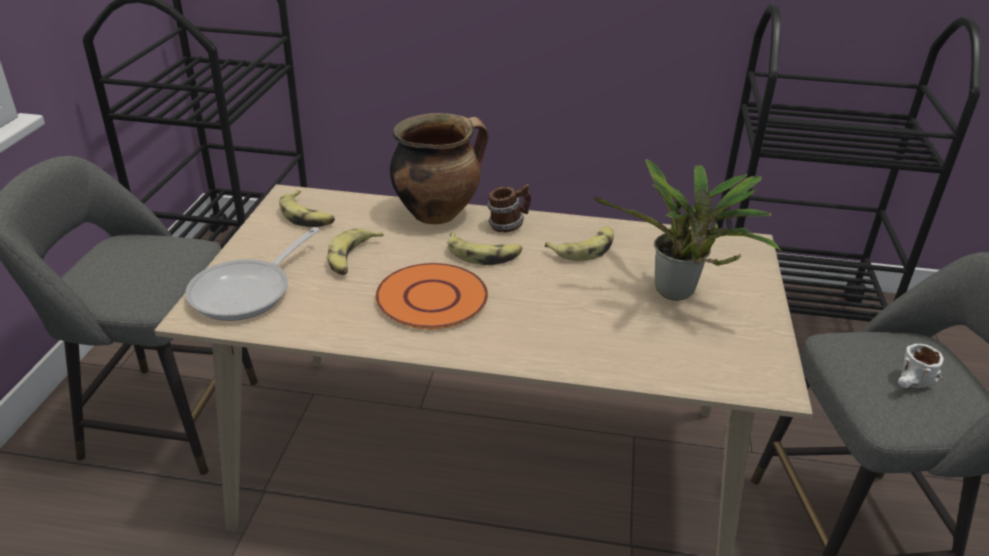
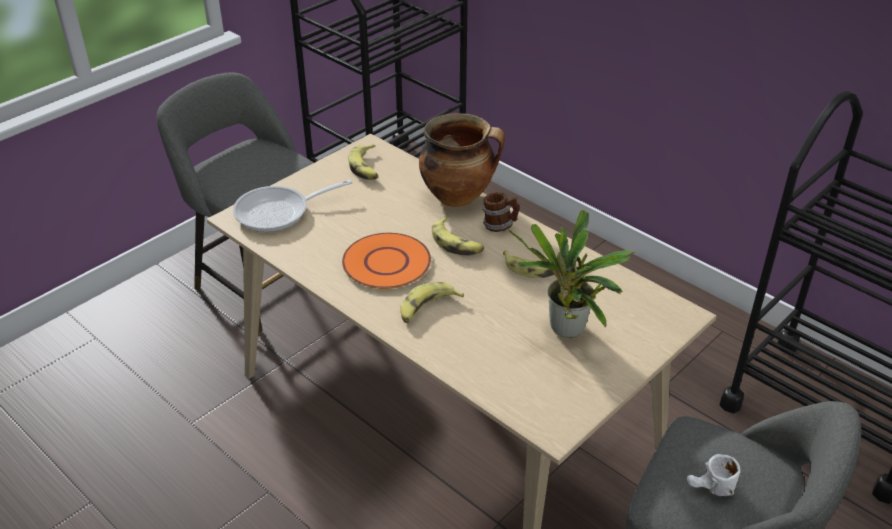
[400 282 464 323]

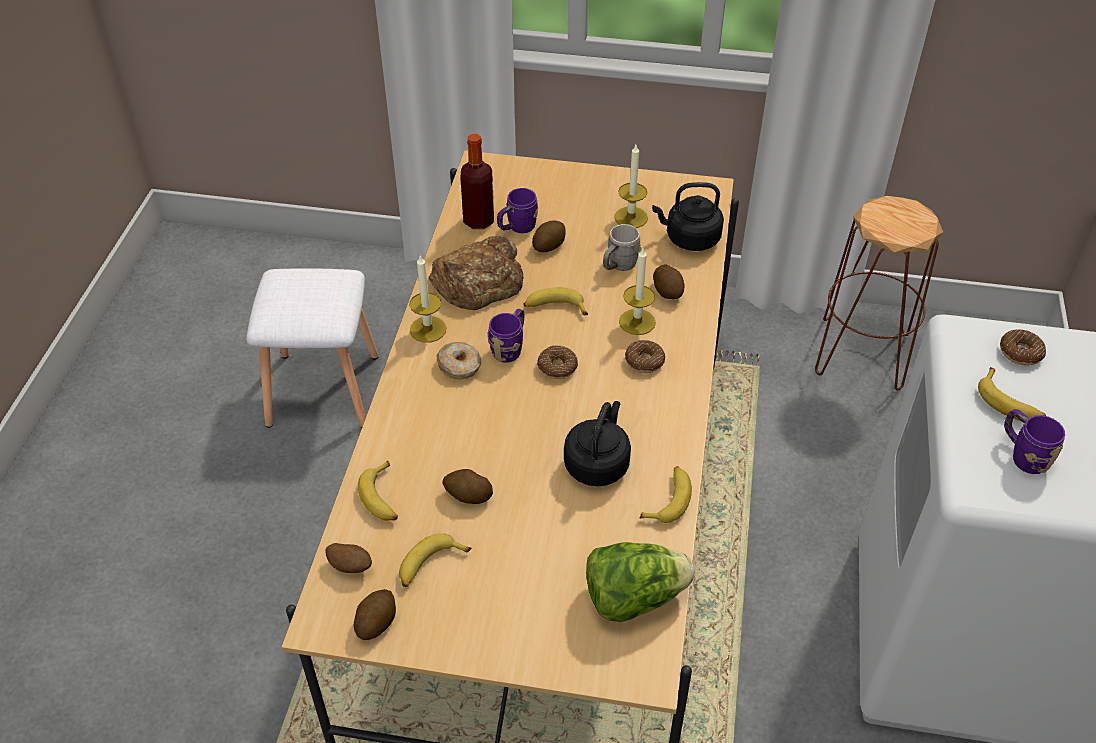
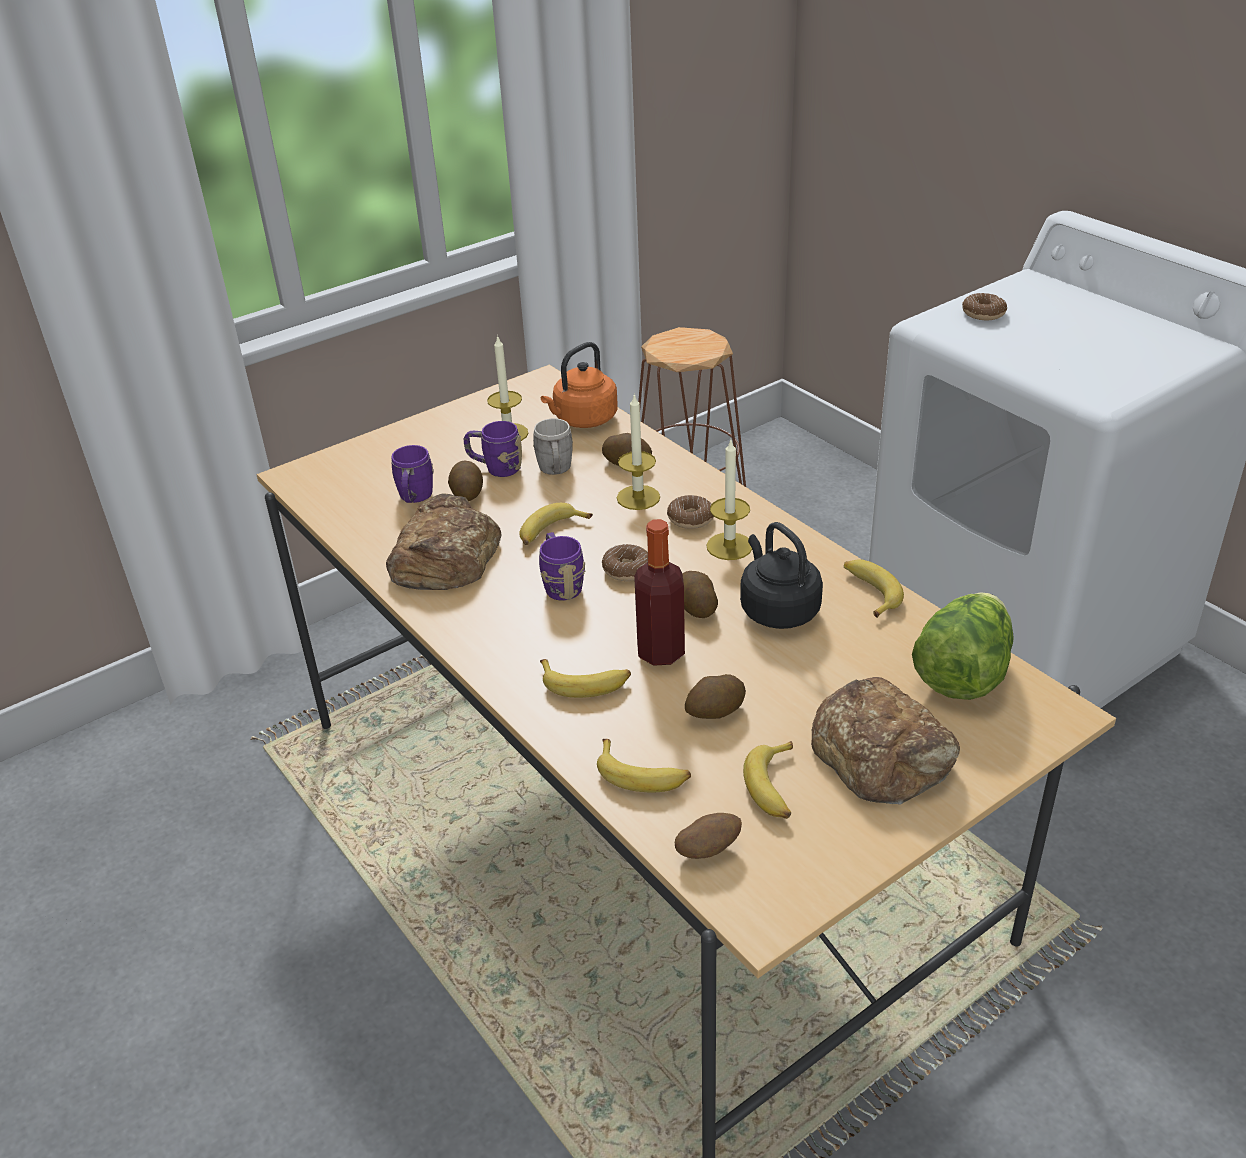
[246 268 379 428] (first image)
[437 342 481 379] (first image)
[811 677 960 805]
[682 571 718 618]
[707 440 752 560]
[634 519 685 666]
[540 659 631 698]
[464 421 522 477]
[541 342 618 428]

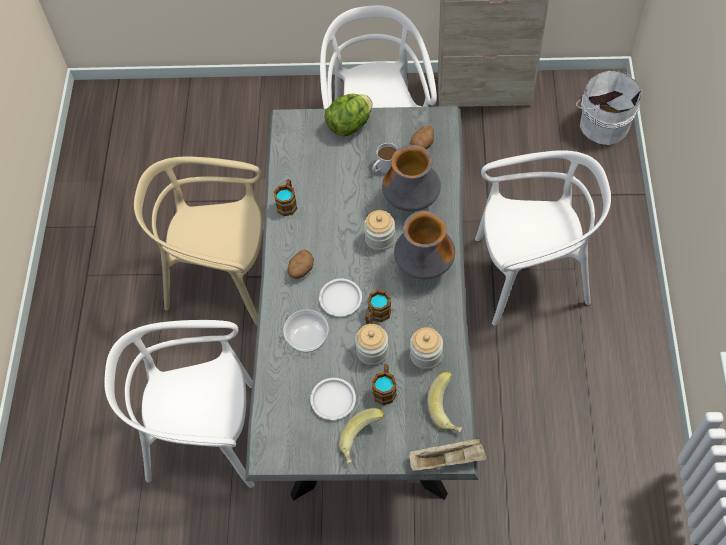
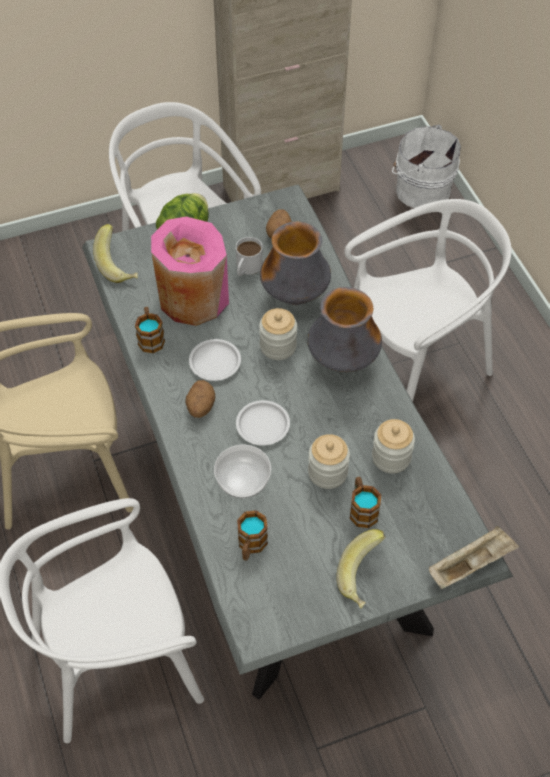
[151 217 229 326]
[189 339 241 381]
[237 510 268 560]
[93 224 138 283]

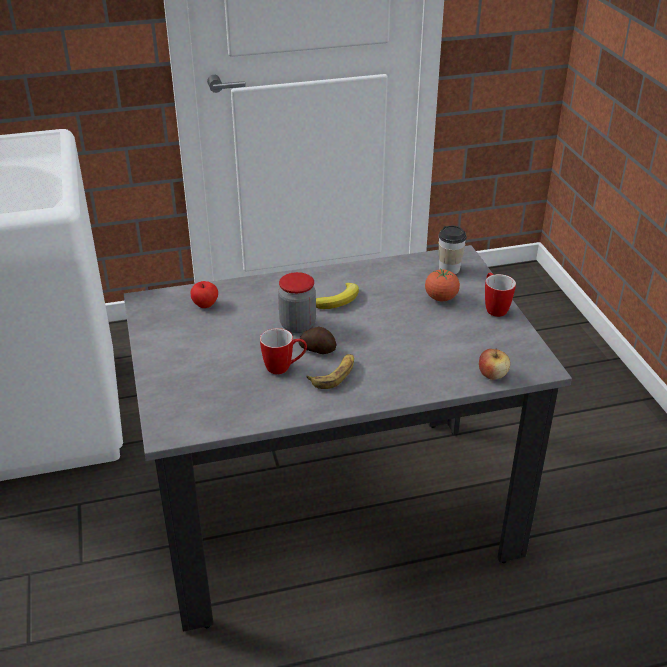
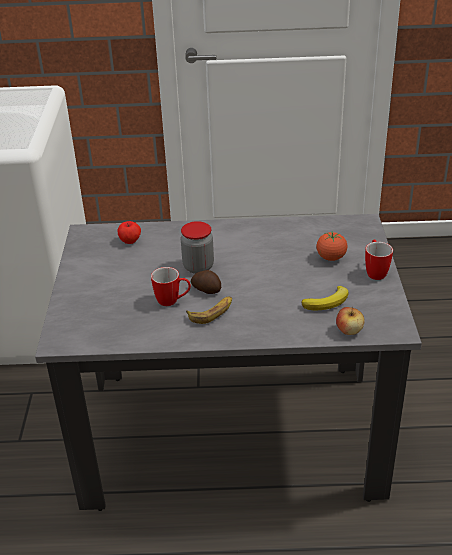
[438 226 467 274] (first image)
[301 286 349 311]

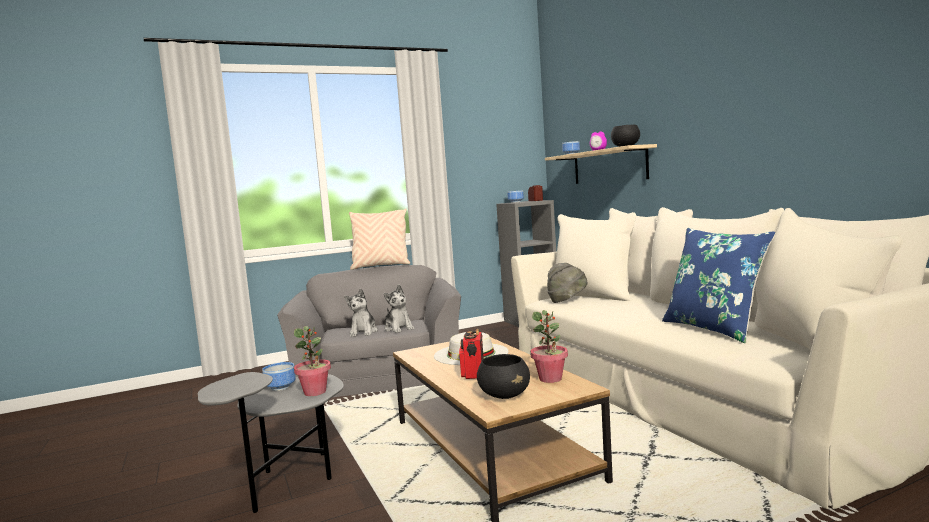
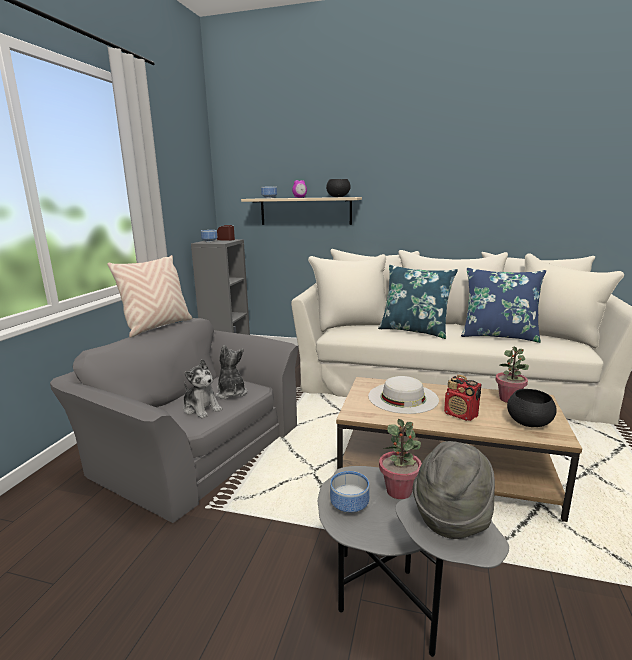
[378 265 458 339]
[413 441 495 539]
[216 345 247 399]

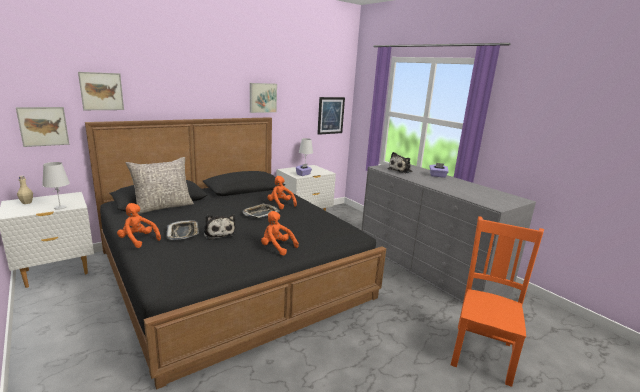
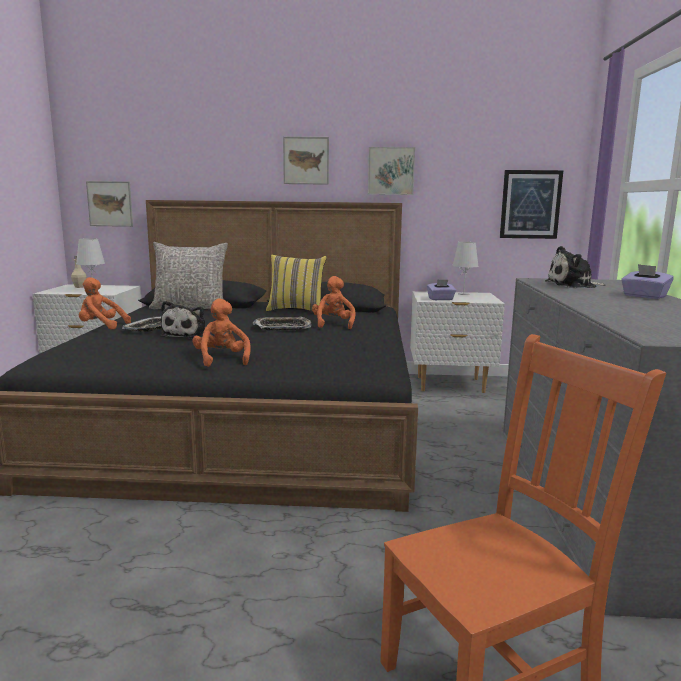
[266 255 327 311]
[283 137 329 185]
[79 277 131 329]

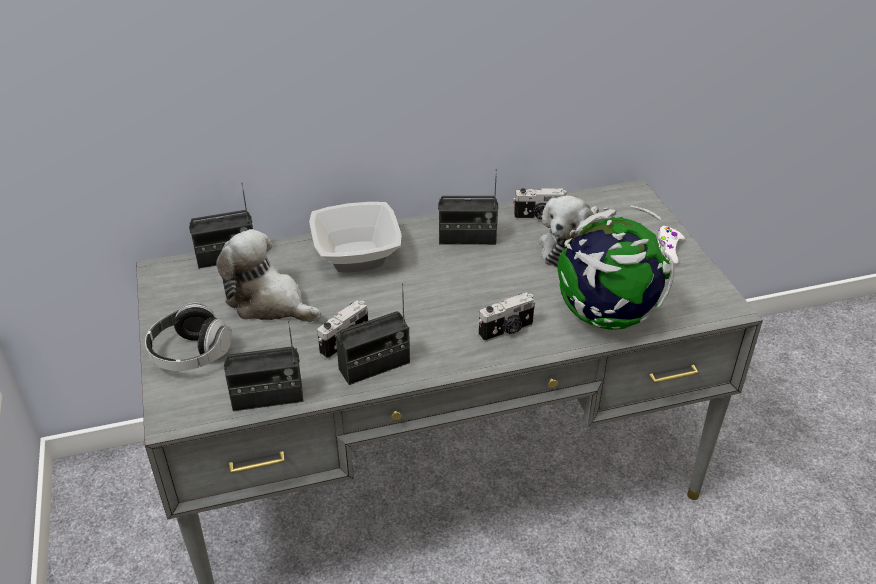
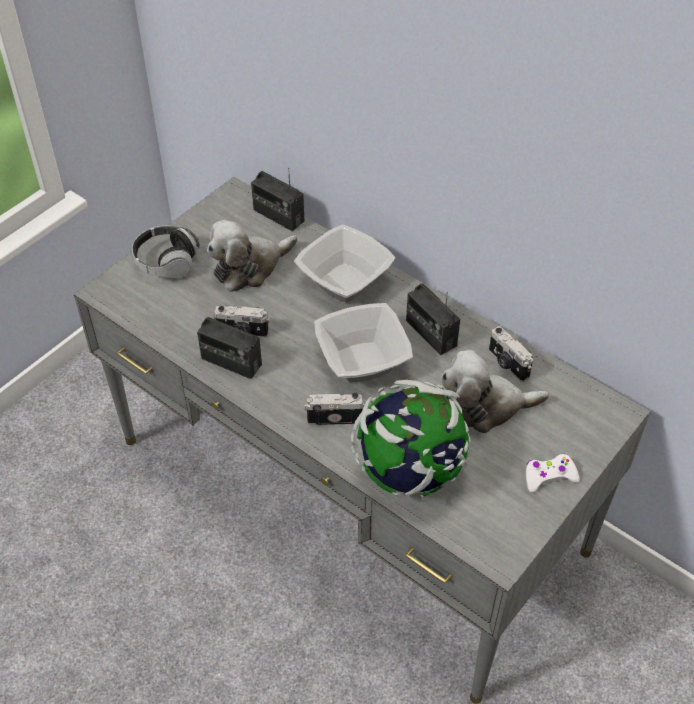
[224 320 304 411] (first image)
[315 303 413 383]
[207 220 297 292]
[304 392 365 425]

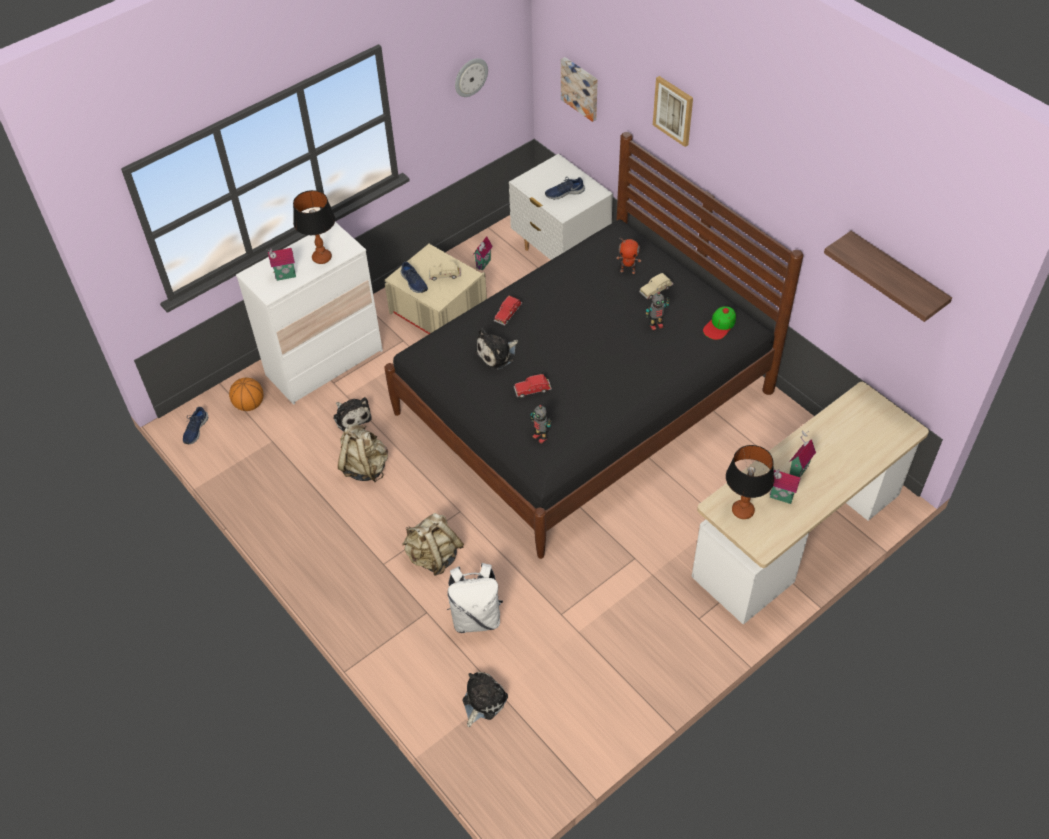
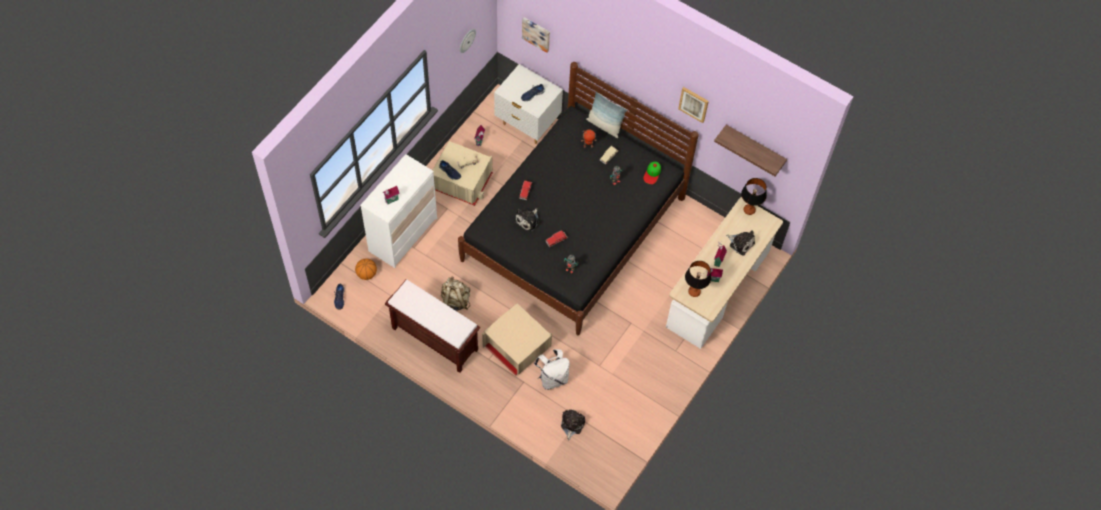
[385 279 480 373]
[586 92 627 138]
[741 178 767 215]
[726 230 755 255]
[678 87 709 123]
[482 303 552 376]

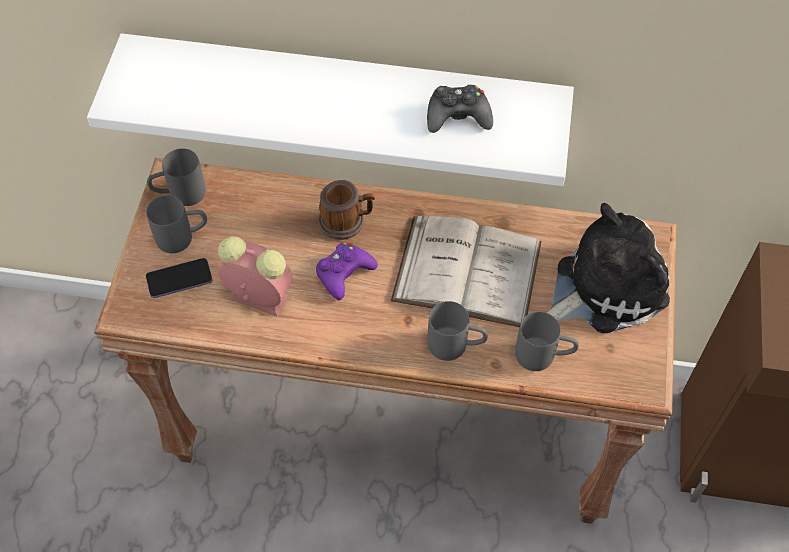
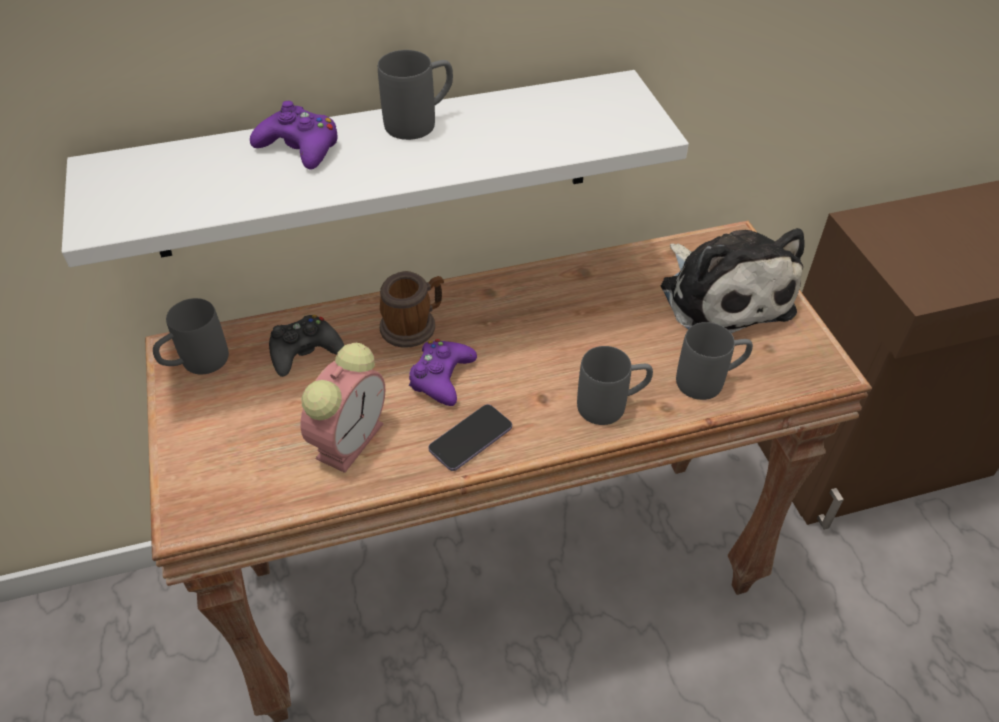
[391 216 542 327] (first image)
[250 101 338 170]
[378 50 453 140]
[428 404 512 471]
[269 315 344 377]
[301 343 385 473]
[661 228 805 334]

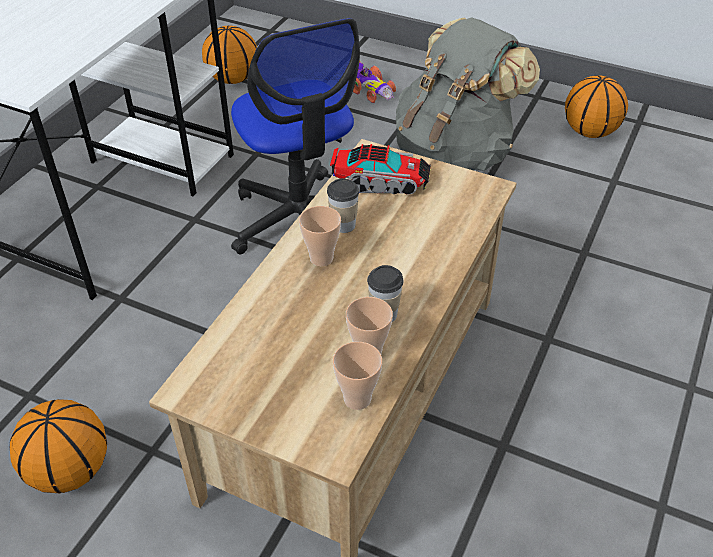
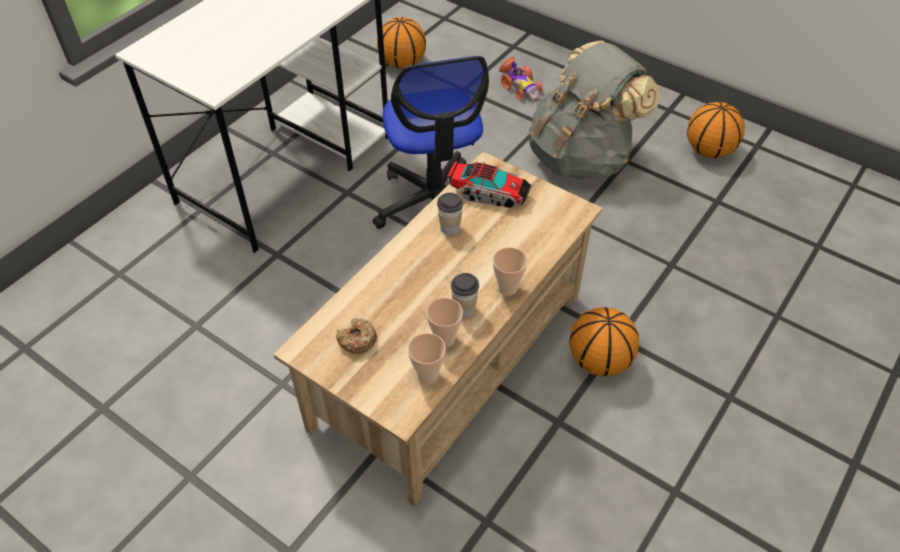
[336 318 377 354]
[569 307 639 377]
[493 247 528 296]

